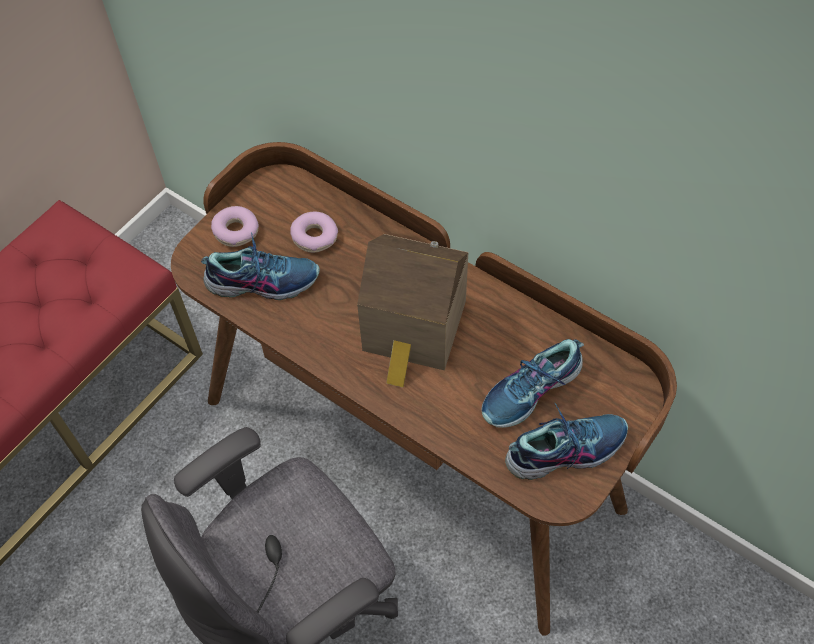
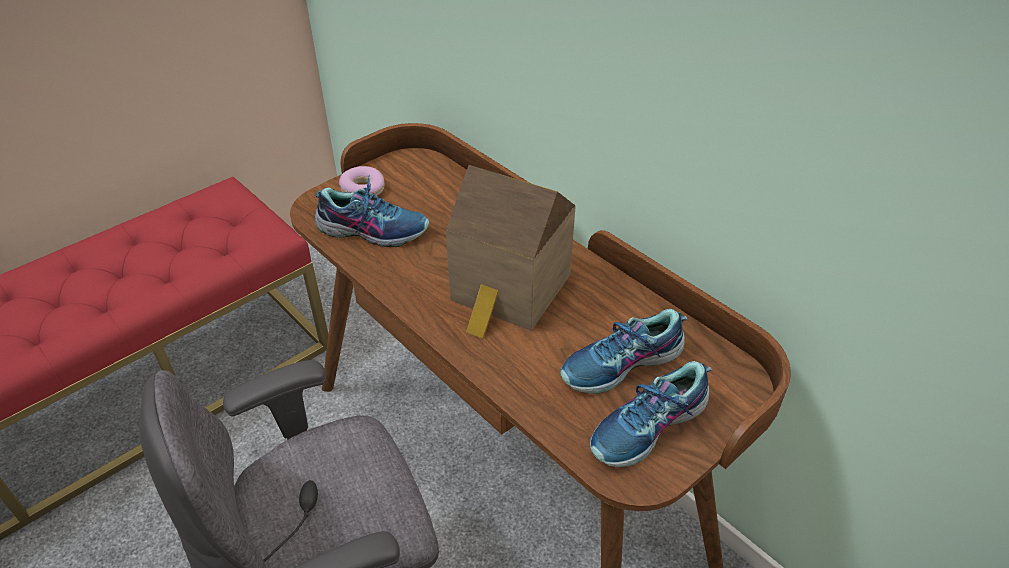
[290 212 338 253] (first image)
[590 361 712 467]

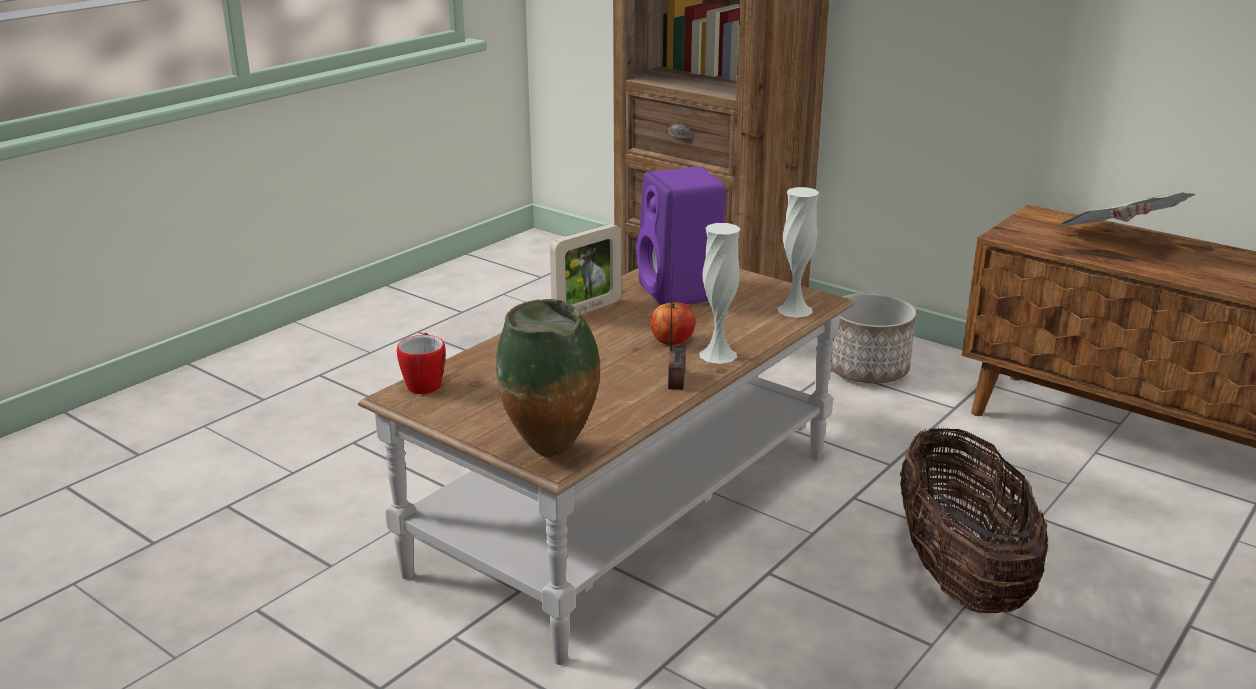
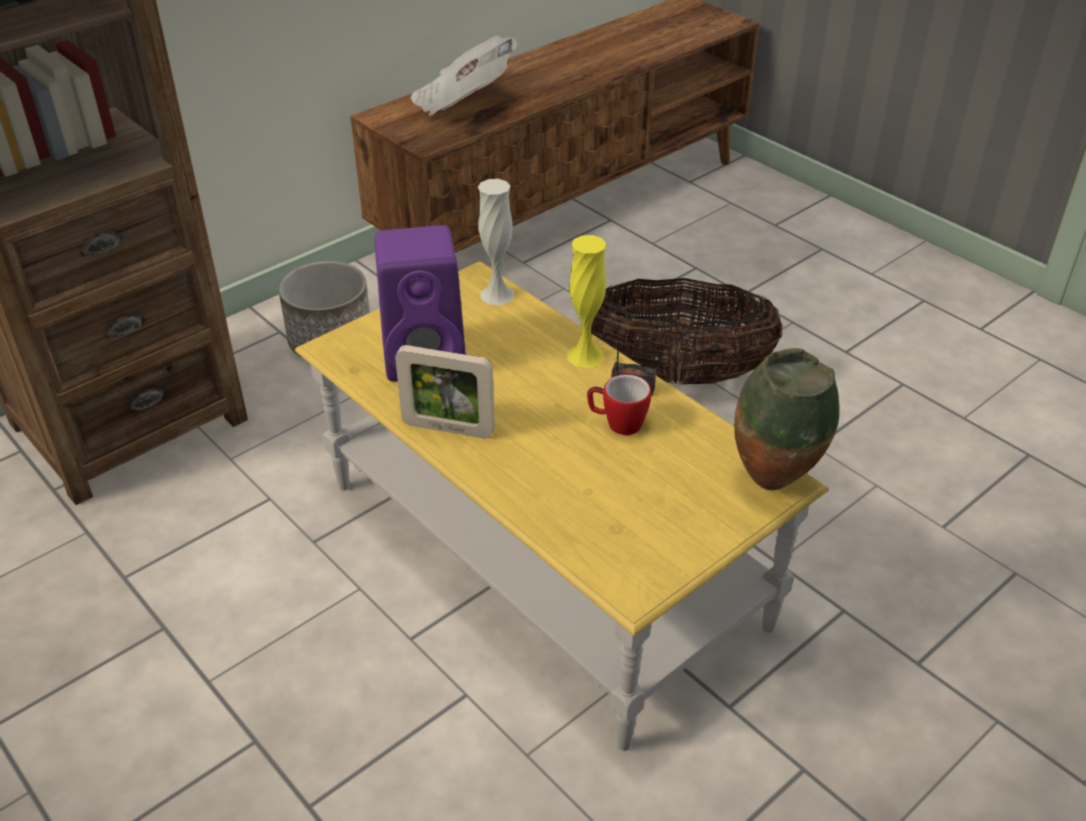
[651 302 695 345] (first image)
[587 374 651 435]
[295 261 829 751]
[567 235 606 368]
[395 345 495 438]

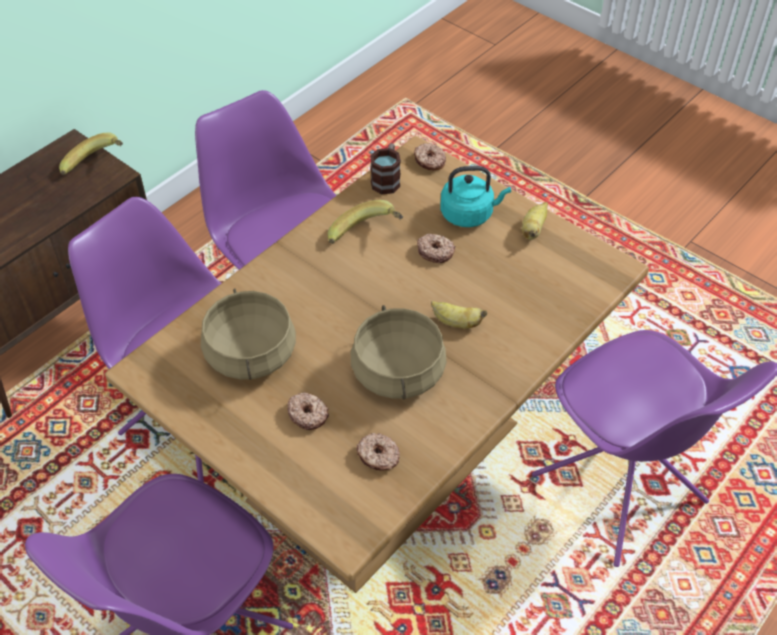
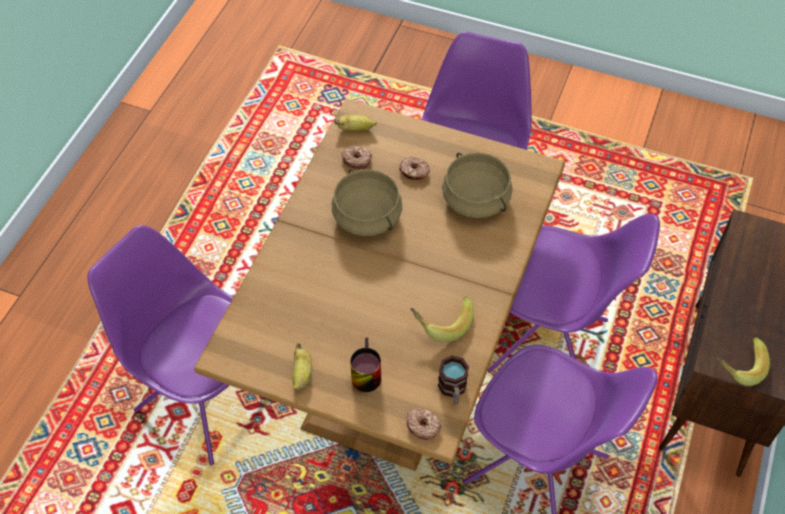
[417 234 456 263] (first image)
[334 115 377 131]
[350 337 381 392]

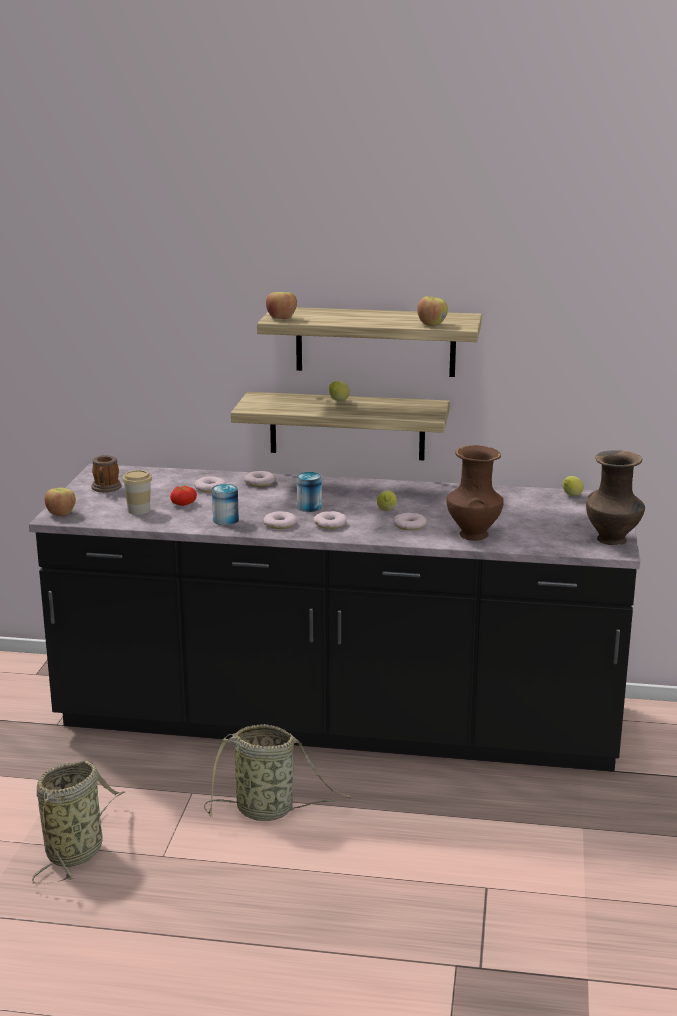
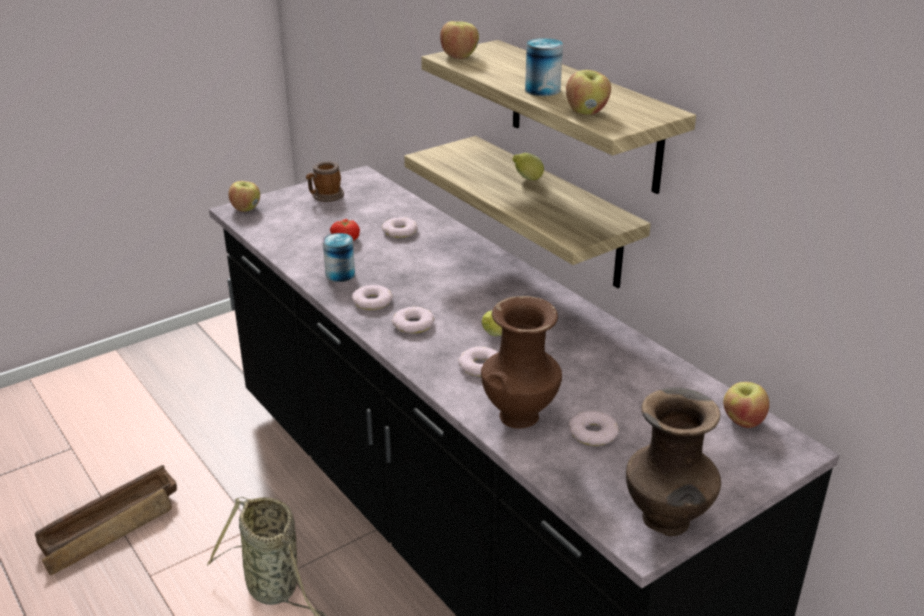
[122 470 152 515] (first image)
[569 411 619 446]
[525 38 563 96]
[35 465 177 575]
[723 382 769 428]

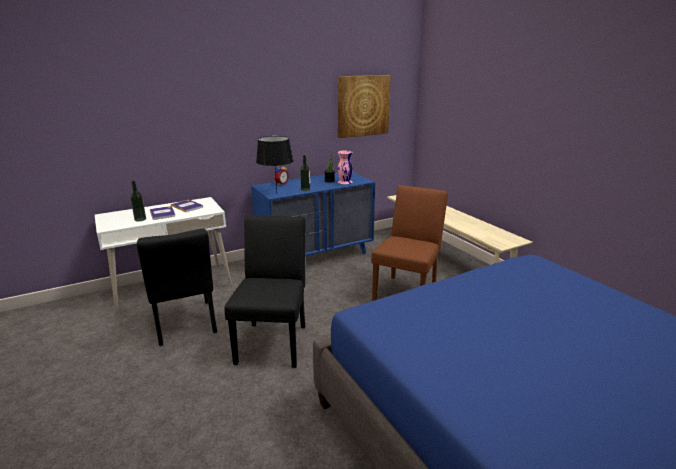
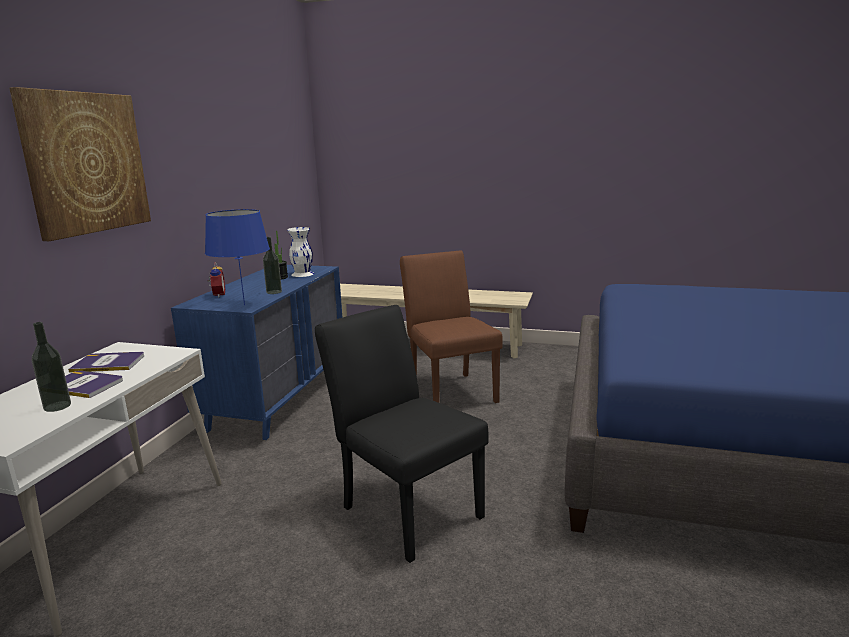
[137 229 217 346] (first image)
[9 87 151 241]
[205 209 270 305]
[287 227 314 277]

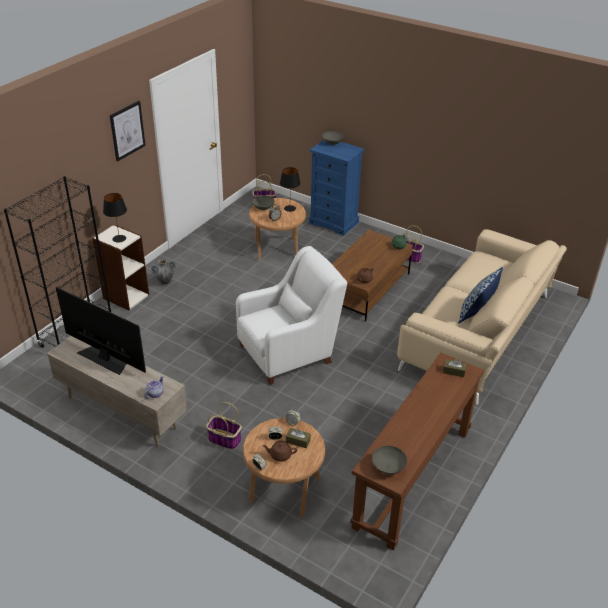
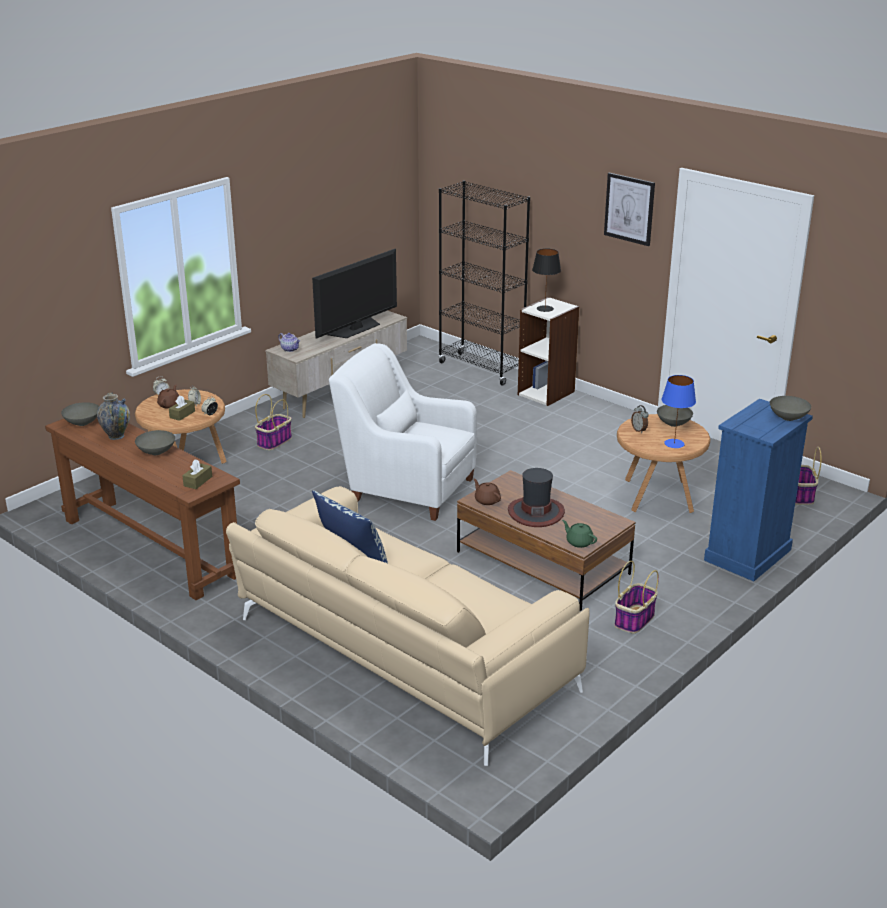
[135 430 175 455]
[508 468 565 527]
[97 392 130 440]
[661 375 696 448]
[329 343 477 521]

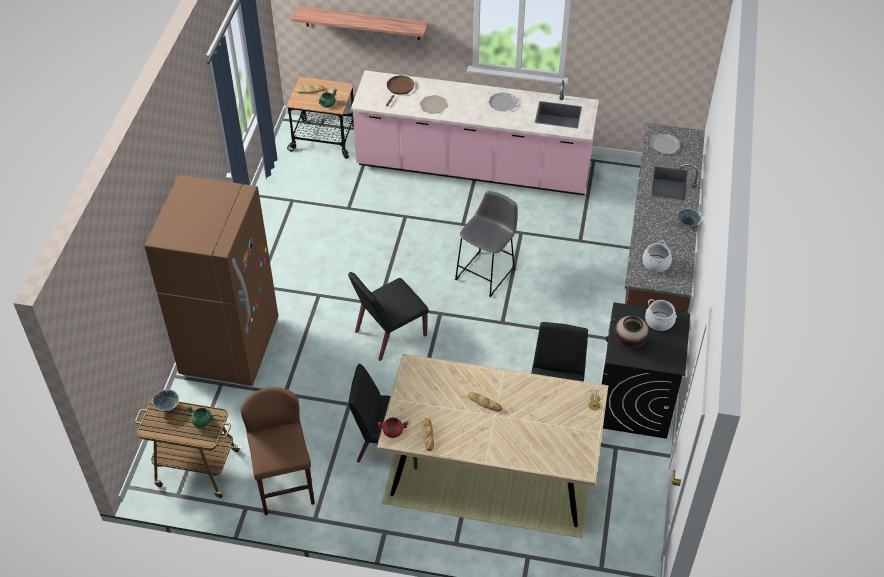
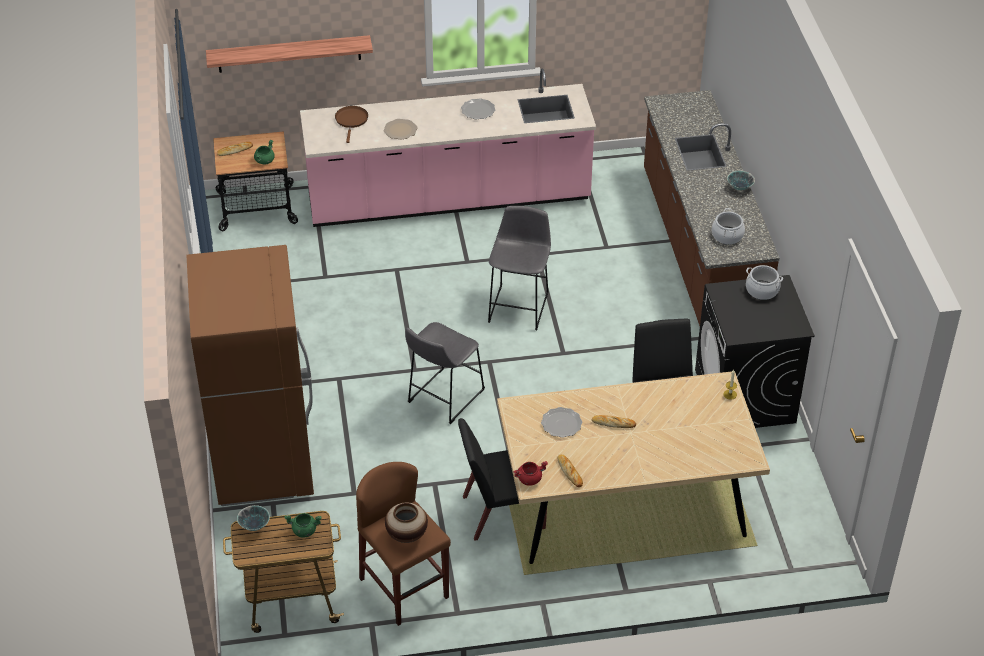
[385 503 428 543]
[541 407 582 438]
[405 322 485 424]

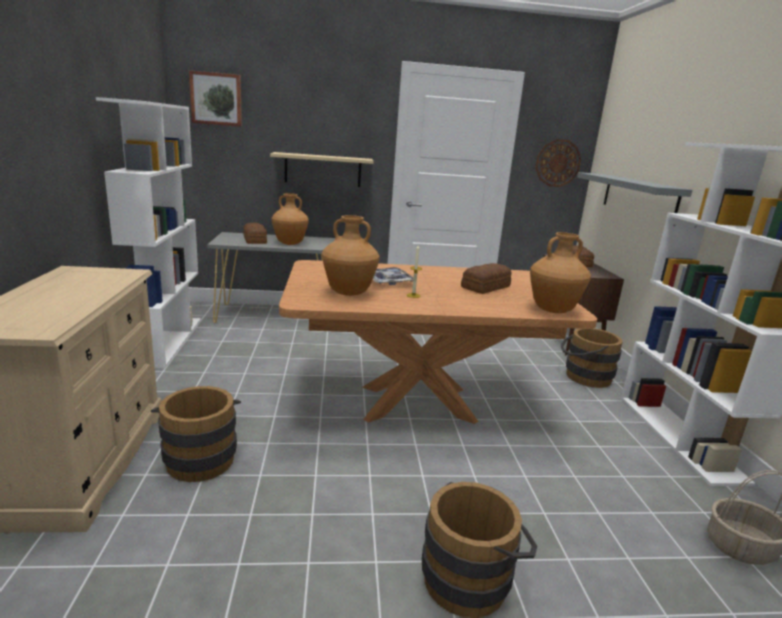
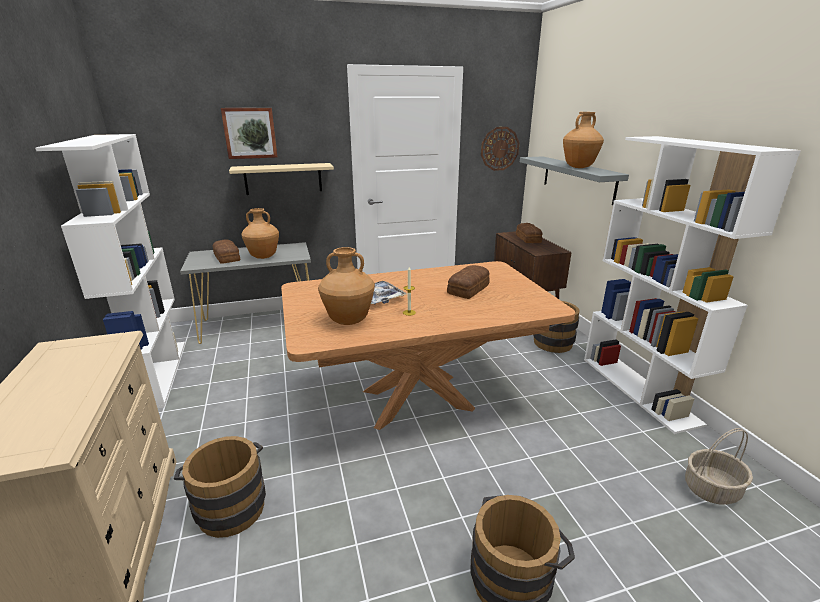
[221 108 278 159]
[563 112 604 168]

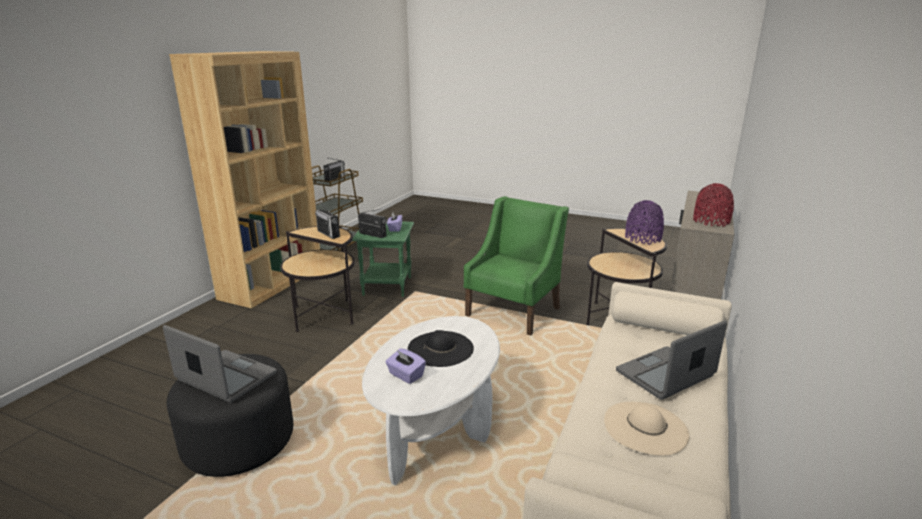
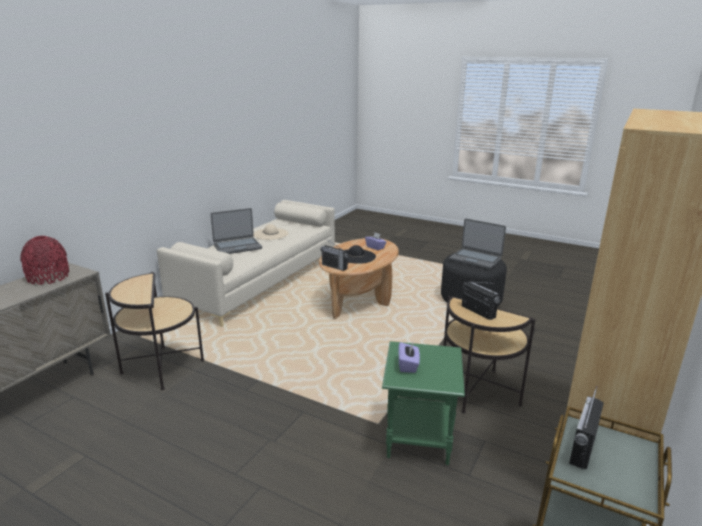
[464 196 569 336] (first image)
[625 200 664 245] (first image)
[320 239 348 271]
[319 238 399 319]

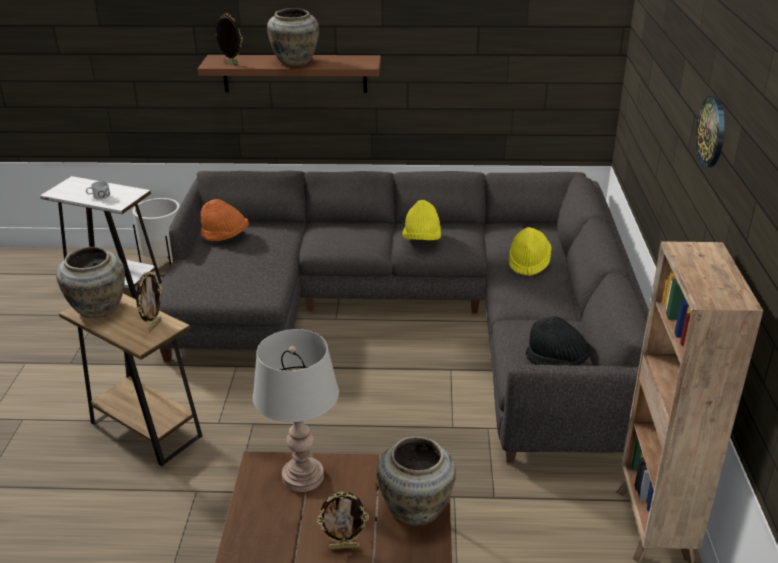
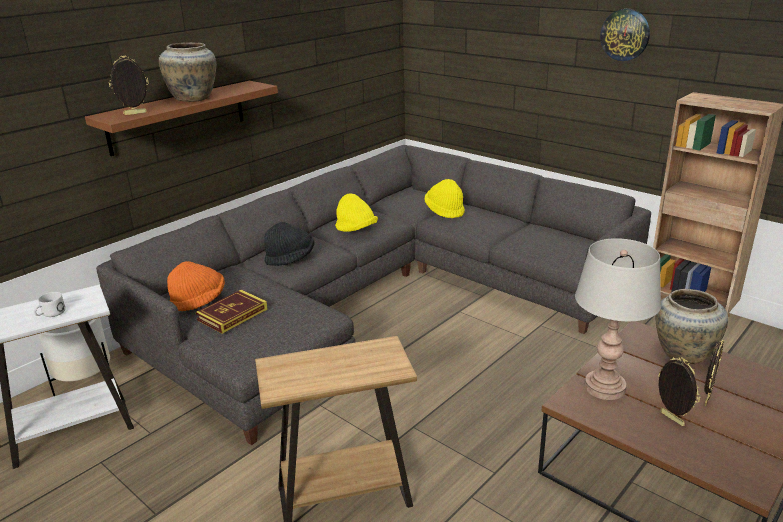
[56 247 125 318] (first image)
[196 290 268 334]
[658 357 701 426]
[264 222 314 266]

